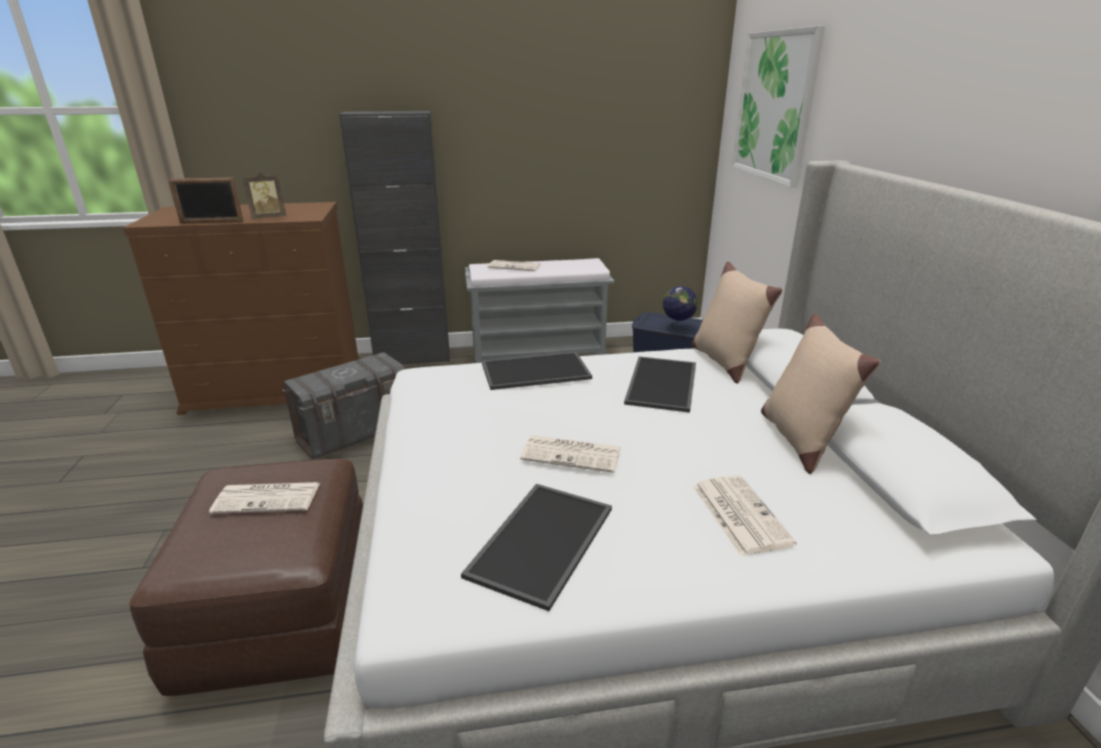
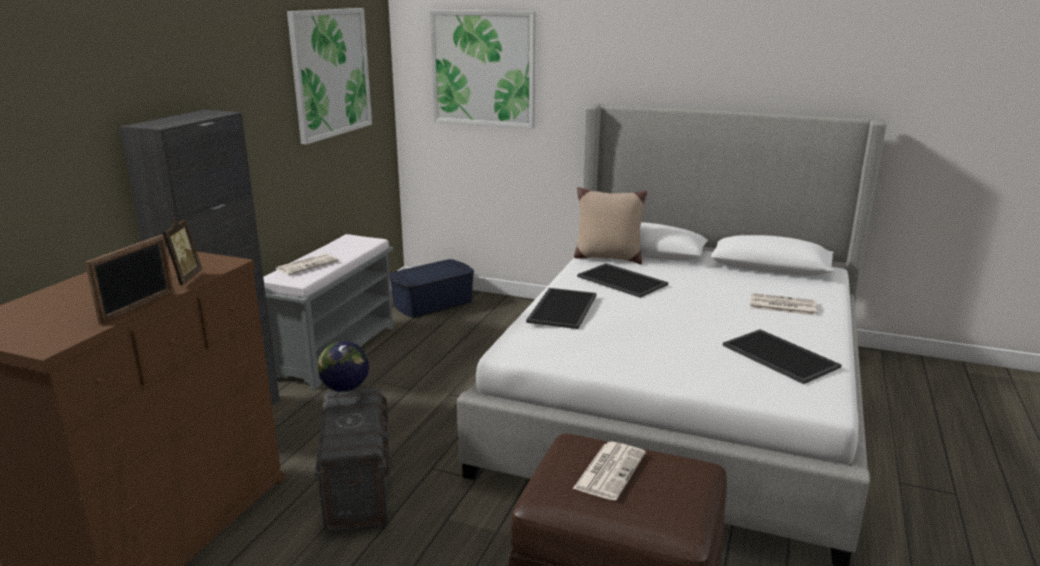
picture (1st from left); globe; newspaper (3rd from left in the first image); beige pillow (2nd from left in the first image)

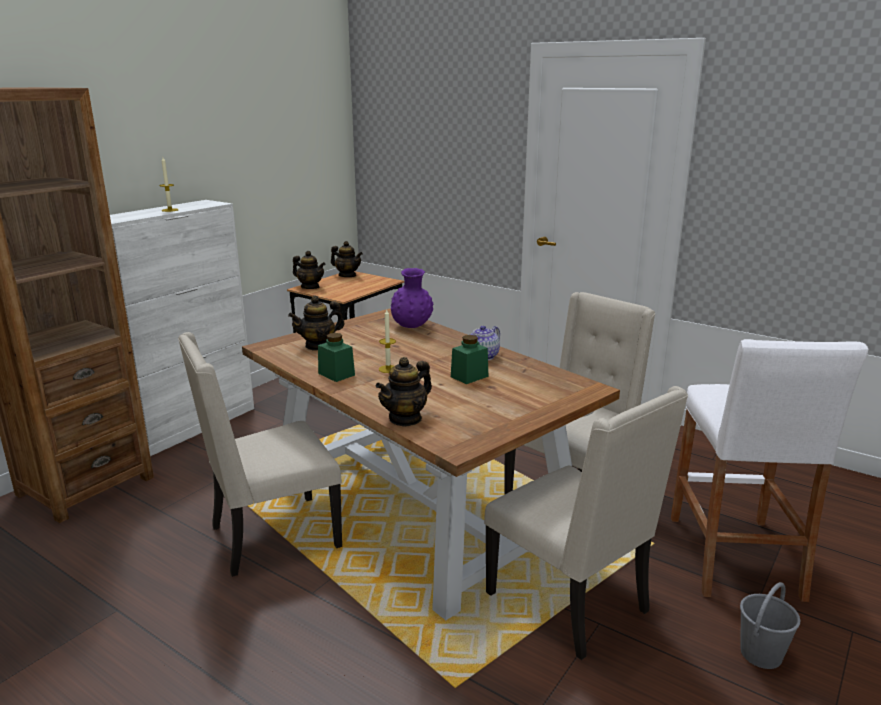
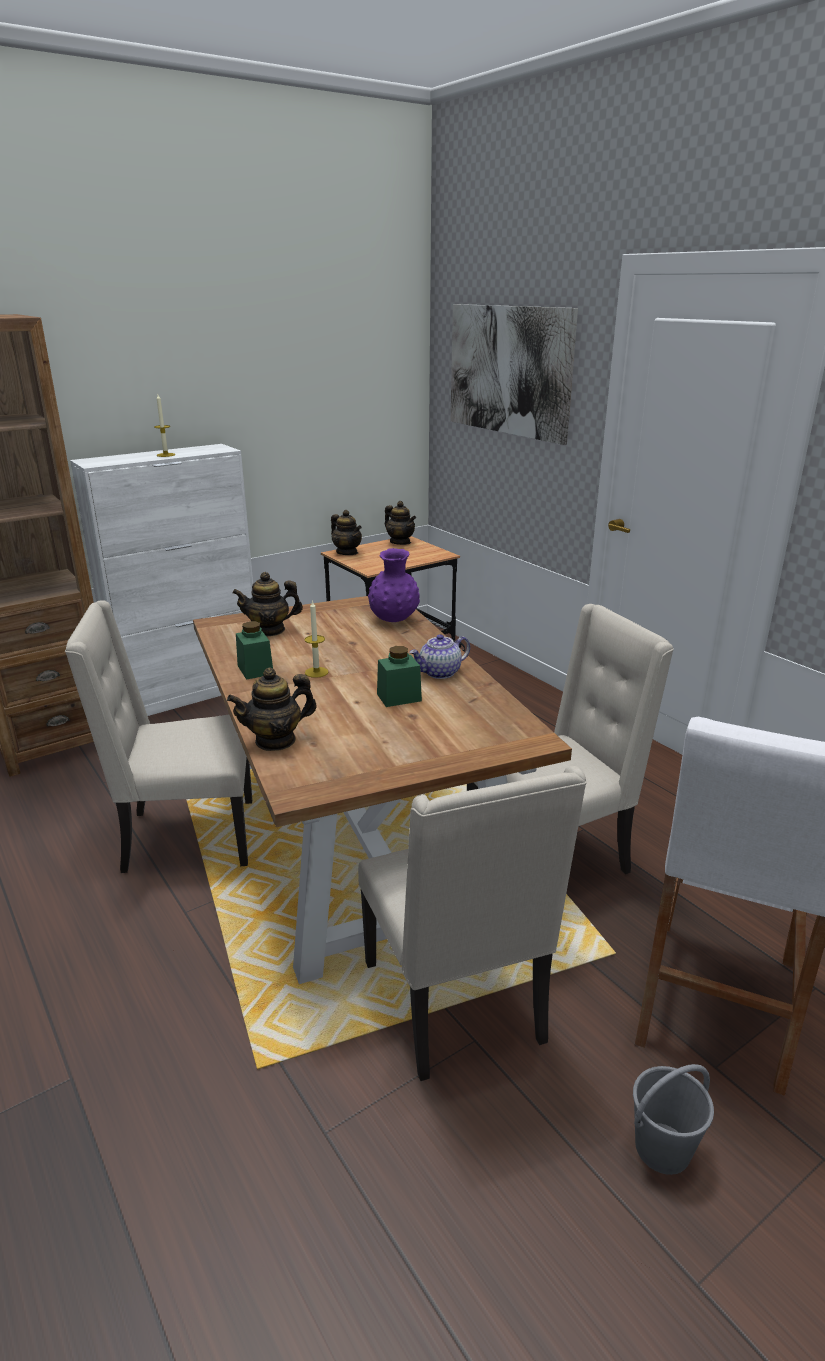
picture

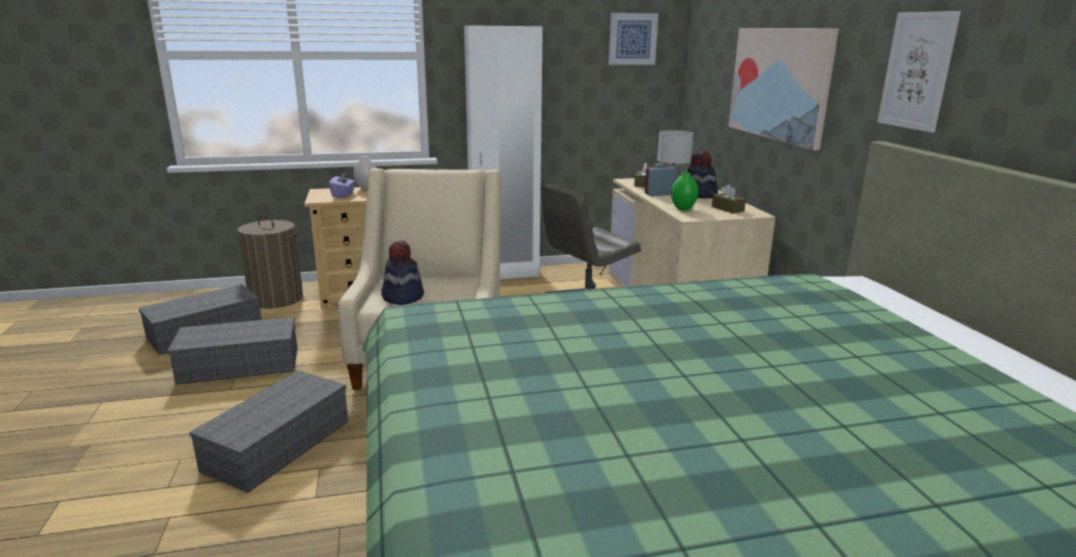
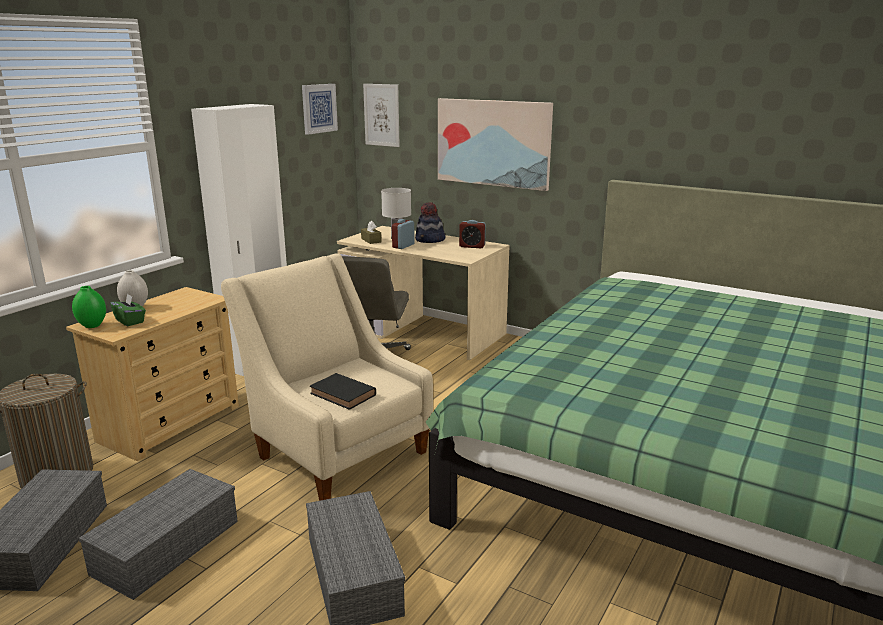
green vase; green tissue box; black book; picture (2nd from left); alarm clock (2nd from left)

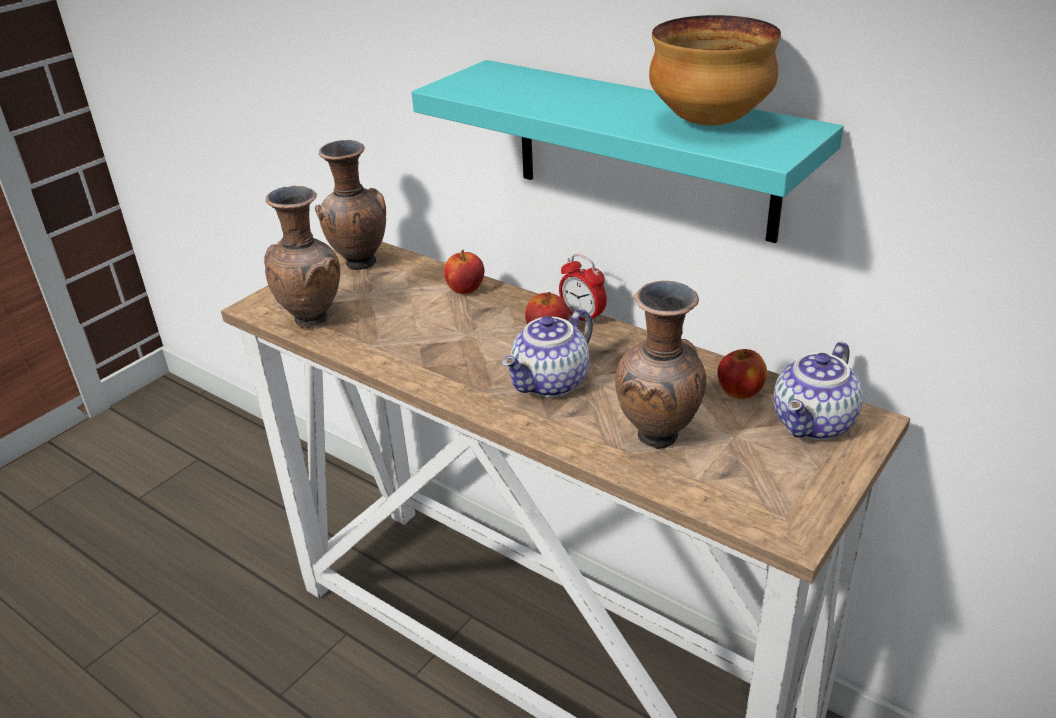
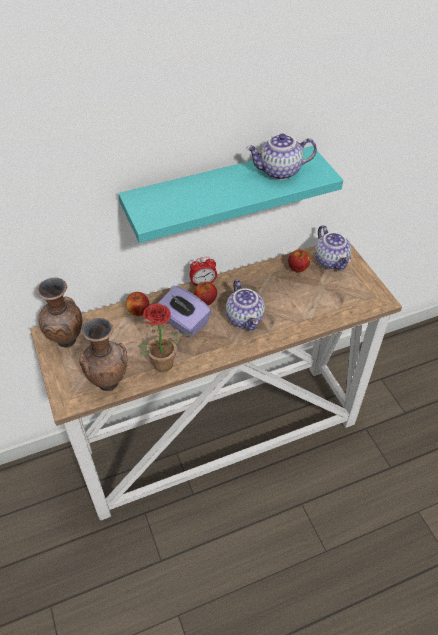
potted plant; purple tissue box; teapot (2nd from left); brown vase (3rd from left in the first image)

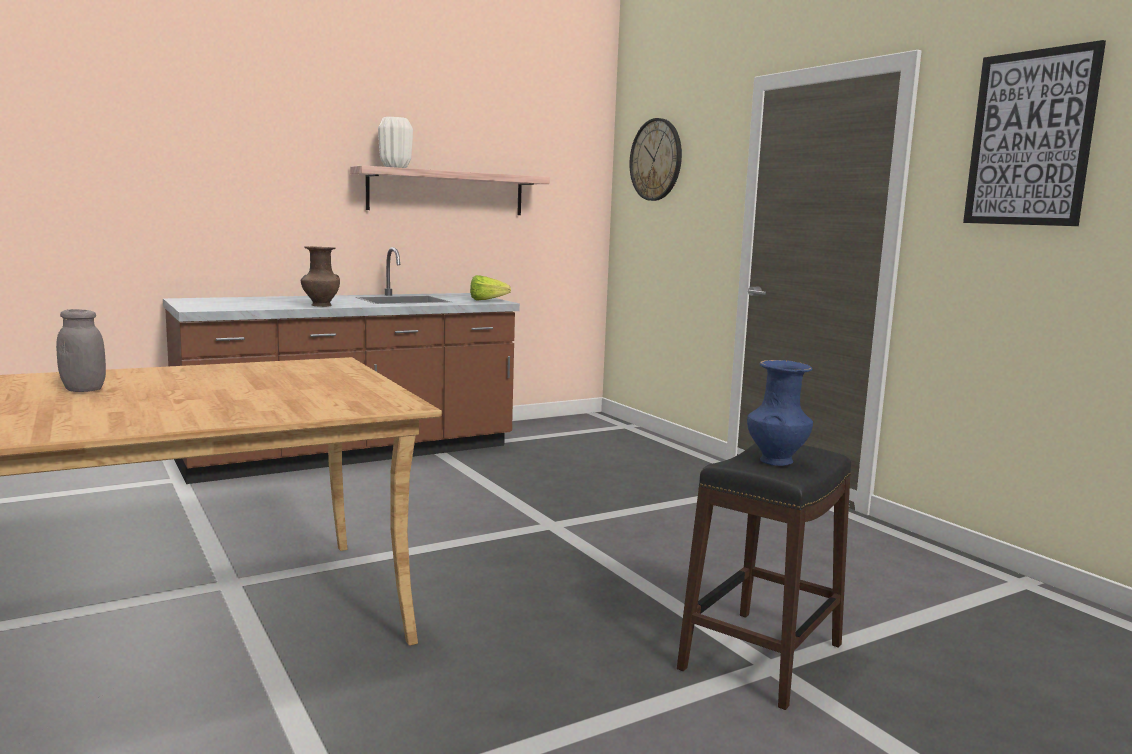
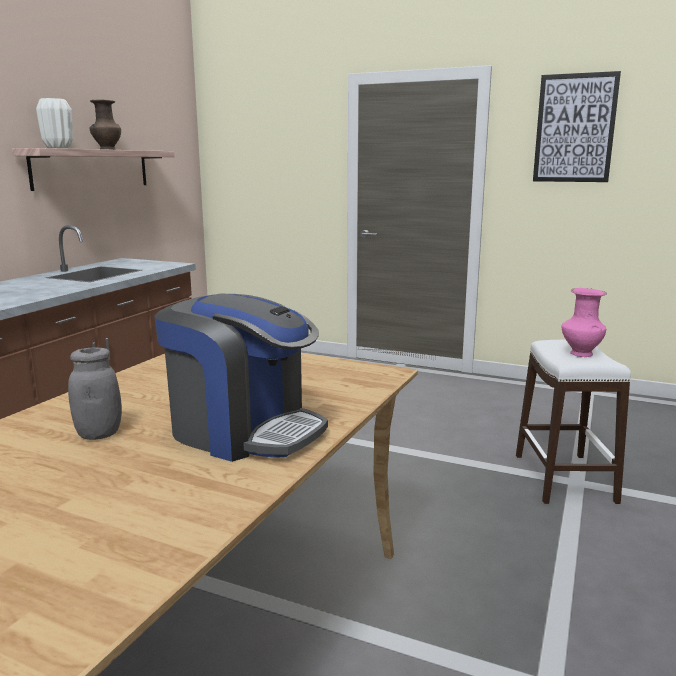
brown vase; coffee machine; white stool; pink vase; lettuce; wall clock

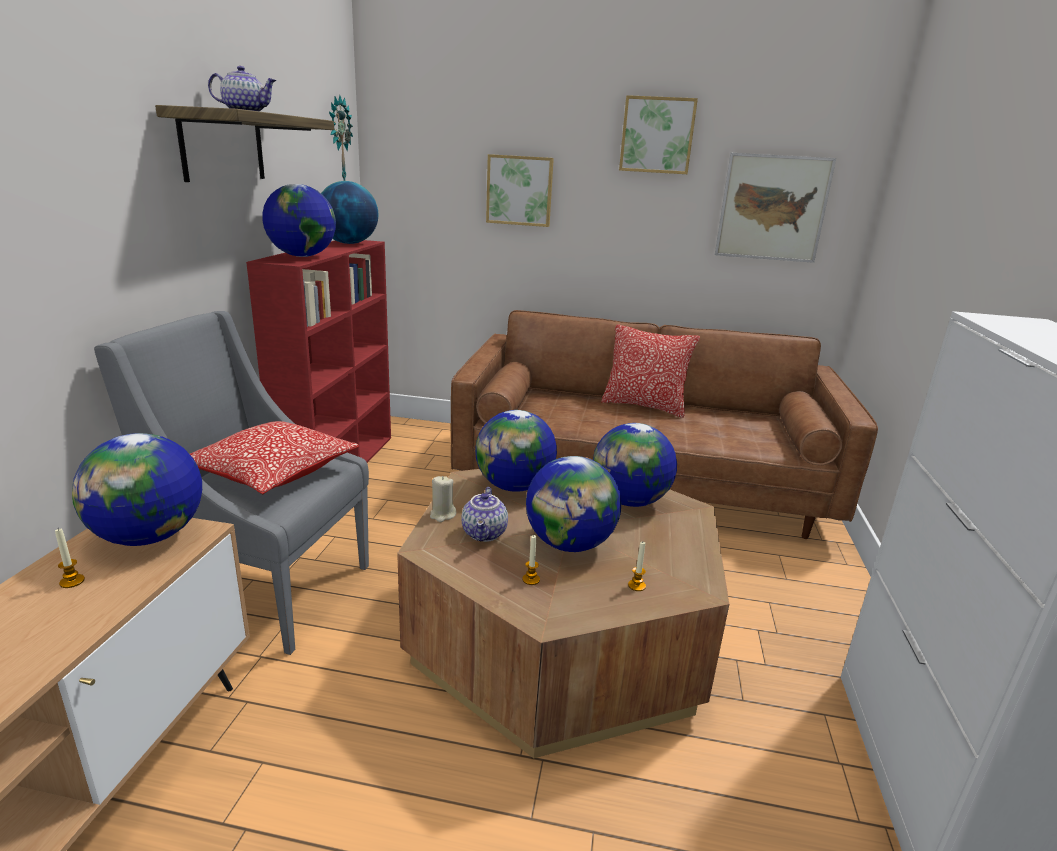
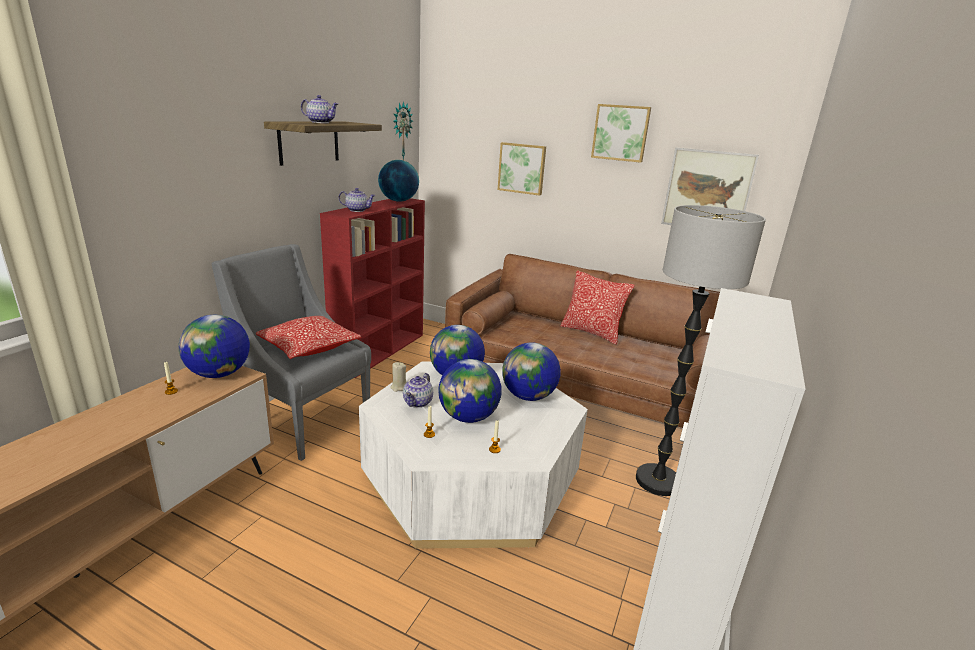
teapot (2nd from left); white coffee table; floor lamp

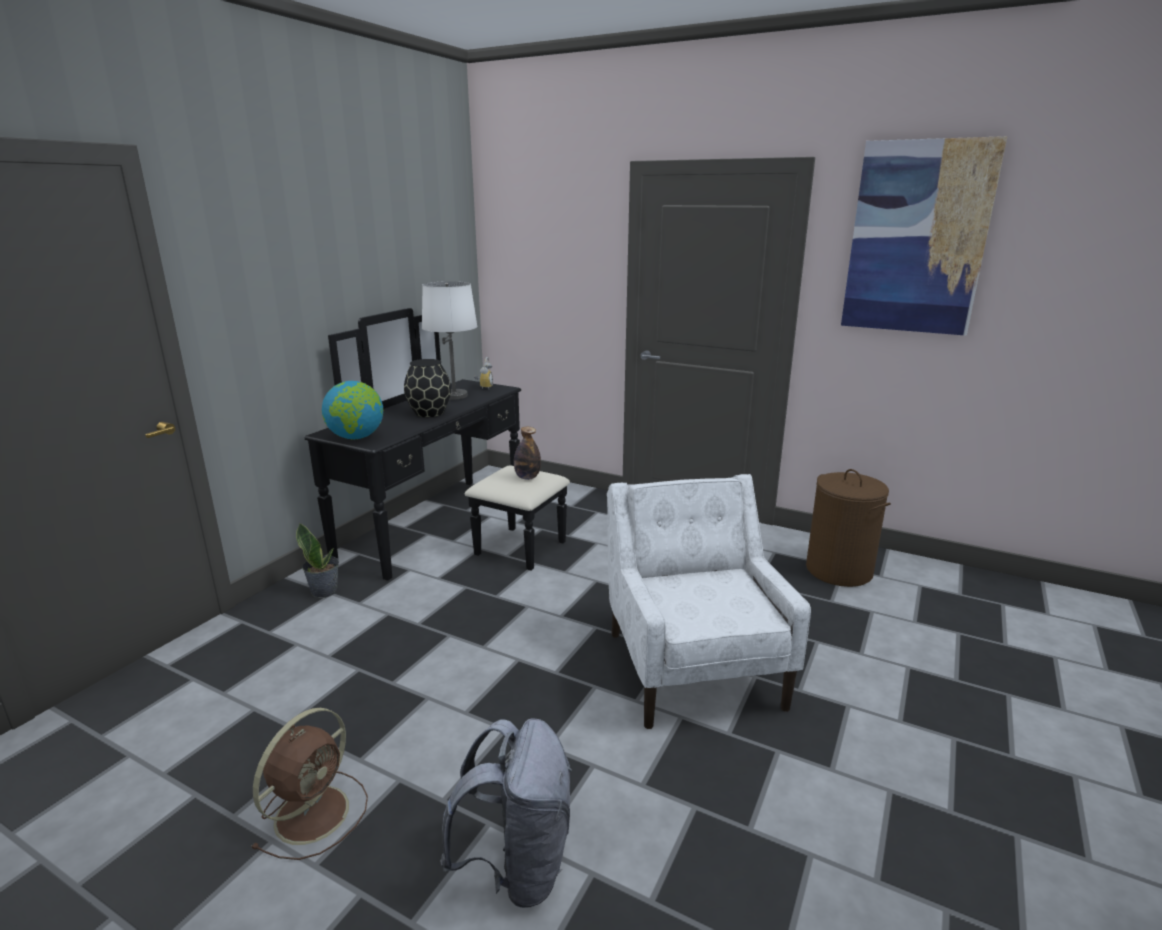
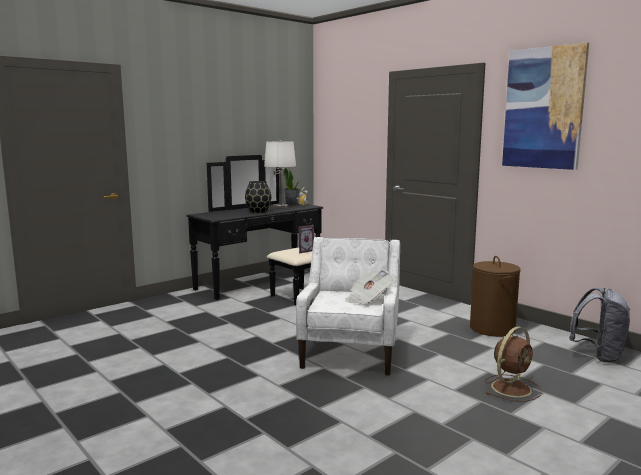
potted plant; picture frame; newspaper; brown fan; grey backpack; globe

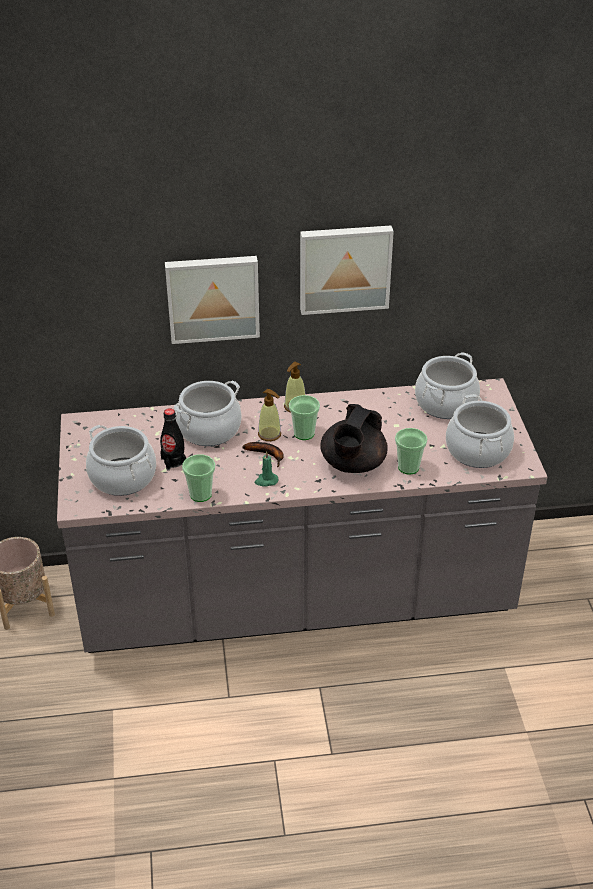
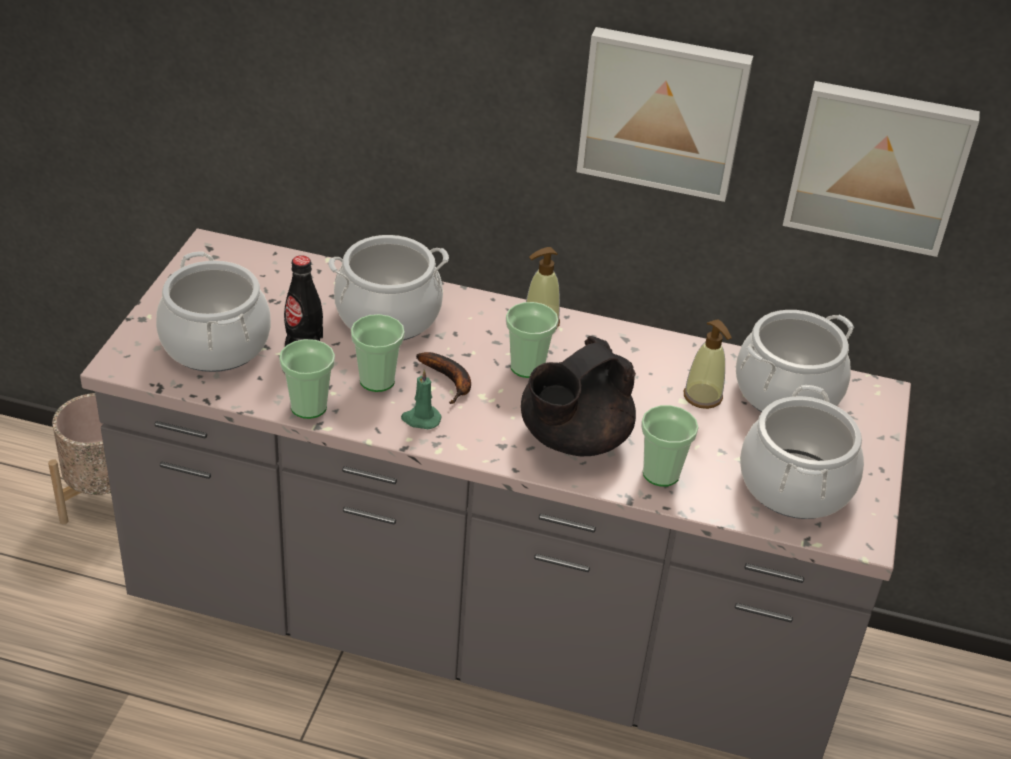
cup (2nd from left); soap dispenser (2nd from left); picture (2nd from left)

